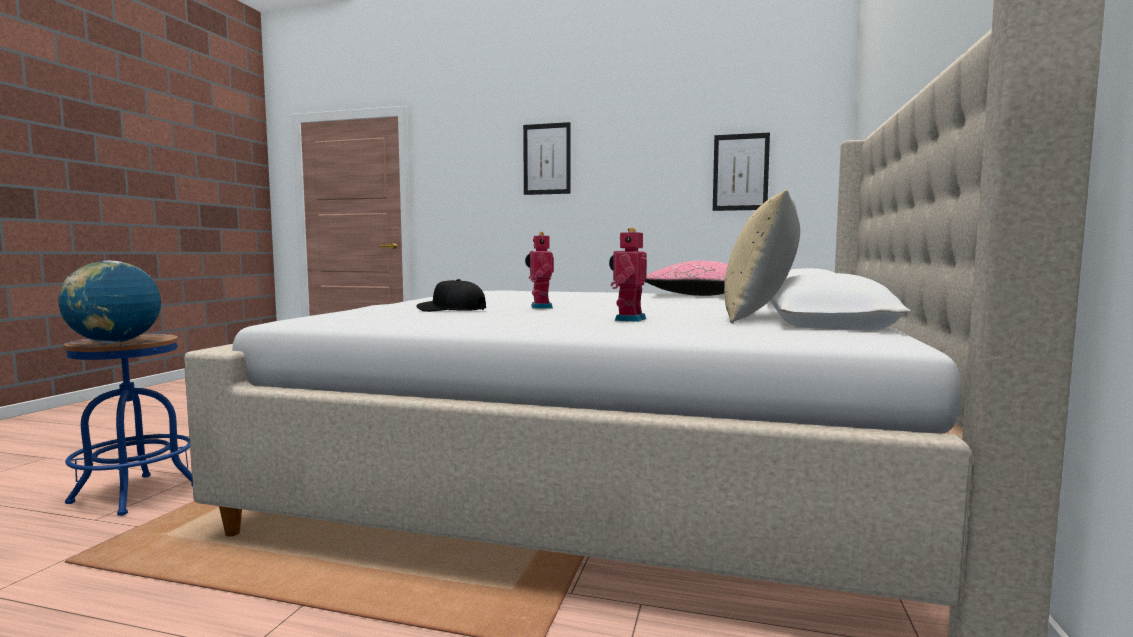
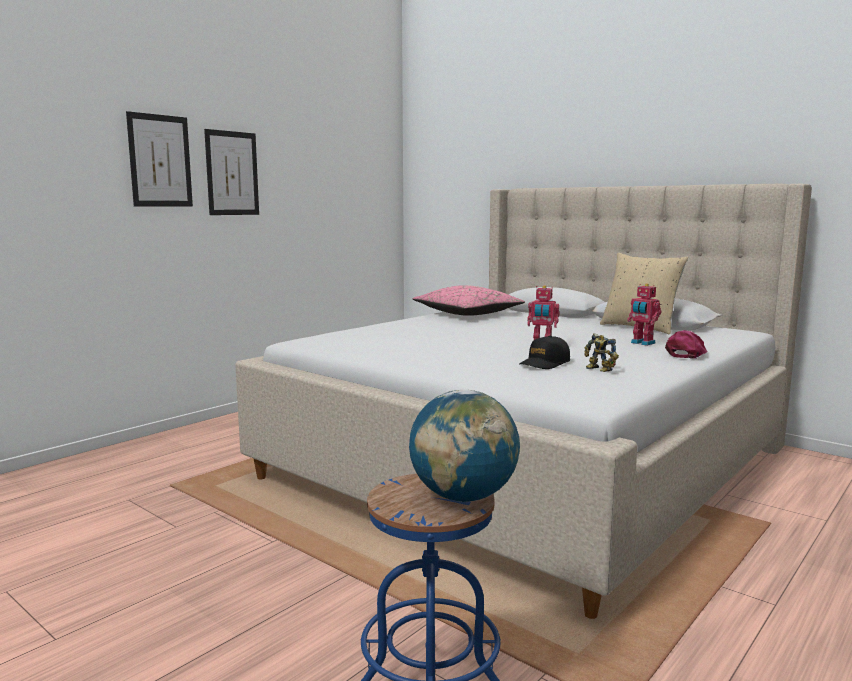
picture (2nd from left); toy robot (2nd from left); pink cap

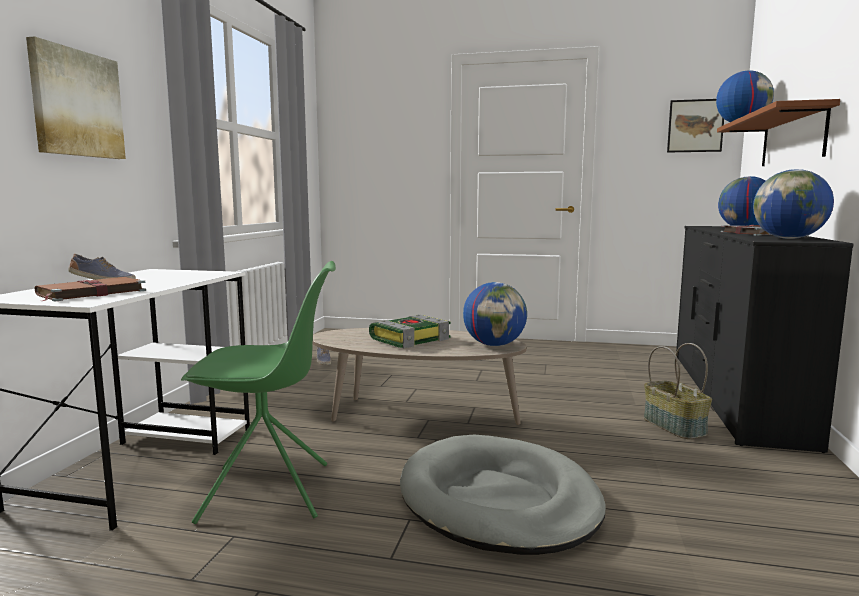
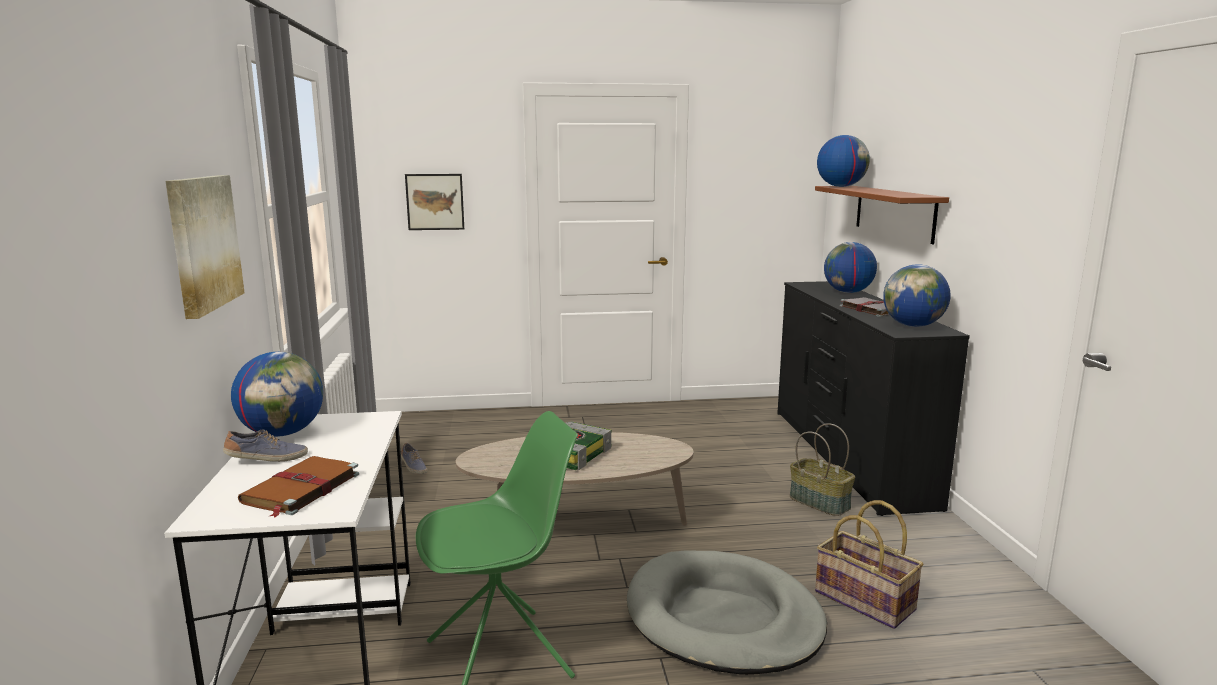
globe (1st from left); picture (2nd from left); basket (2nd from left)

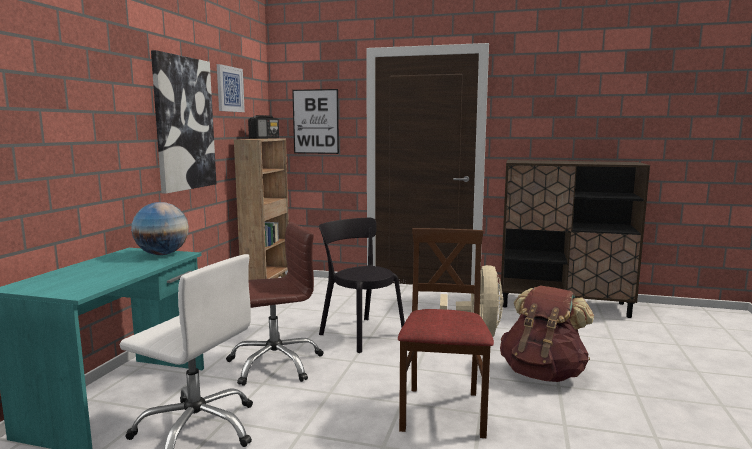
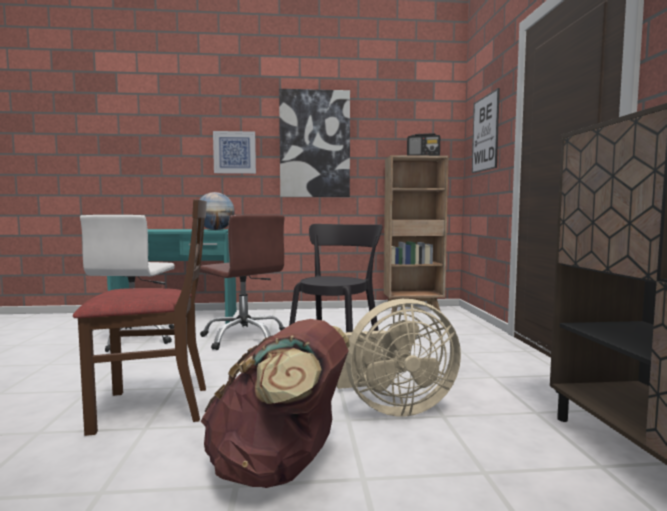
picture (1st from left)

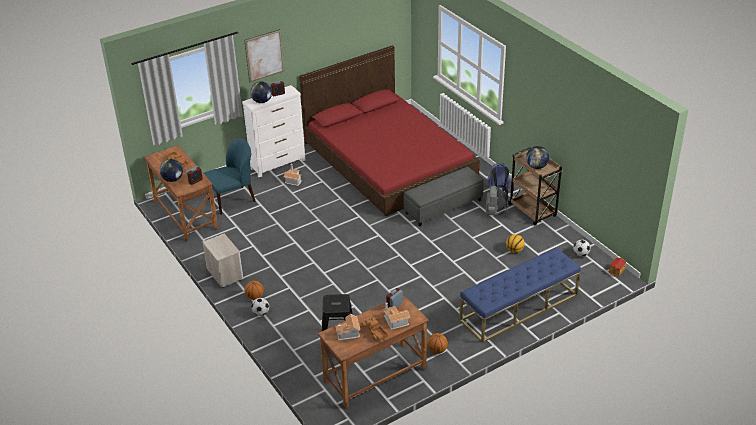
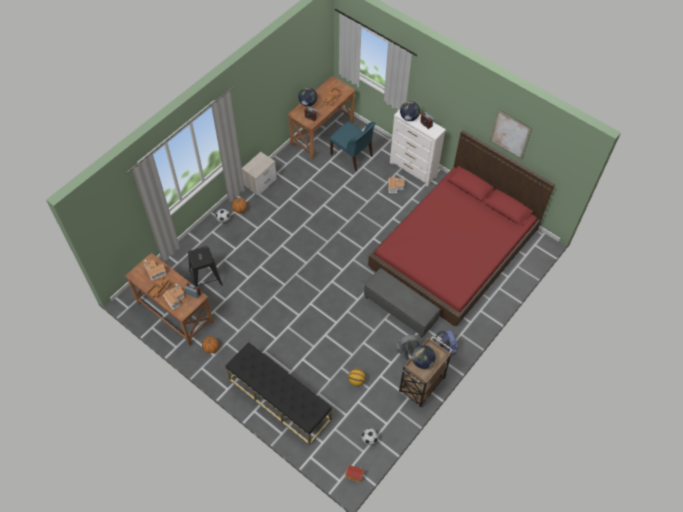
black bench; picture

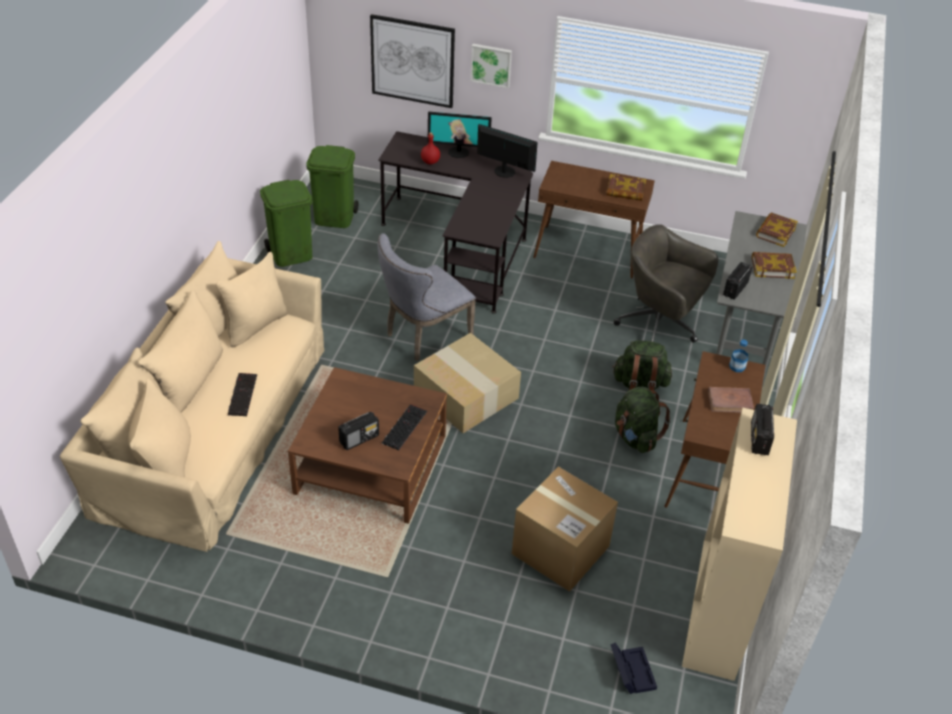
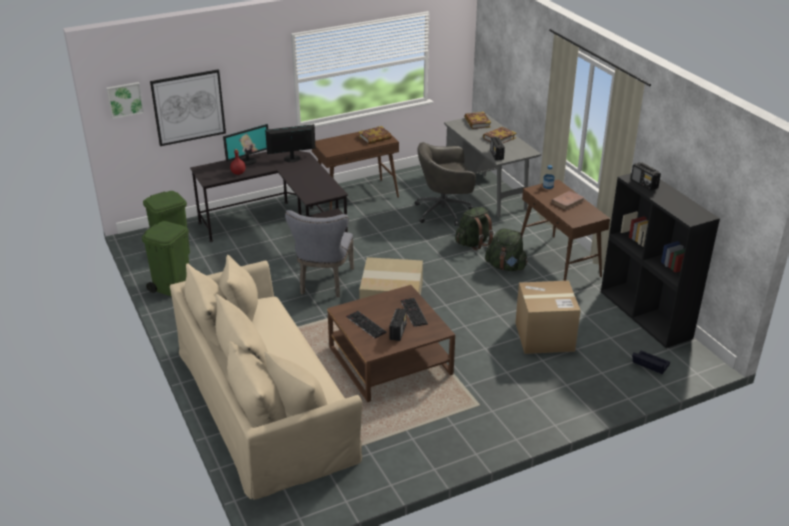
picture (1st from left); keyboard (1st from left); black bookcase

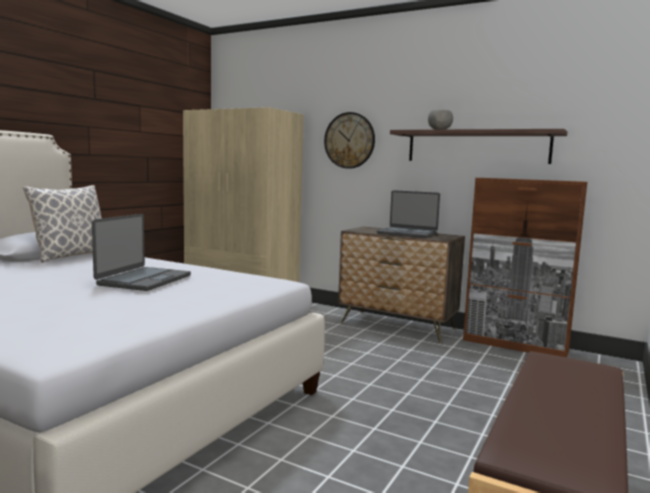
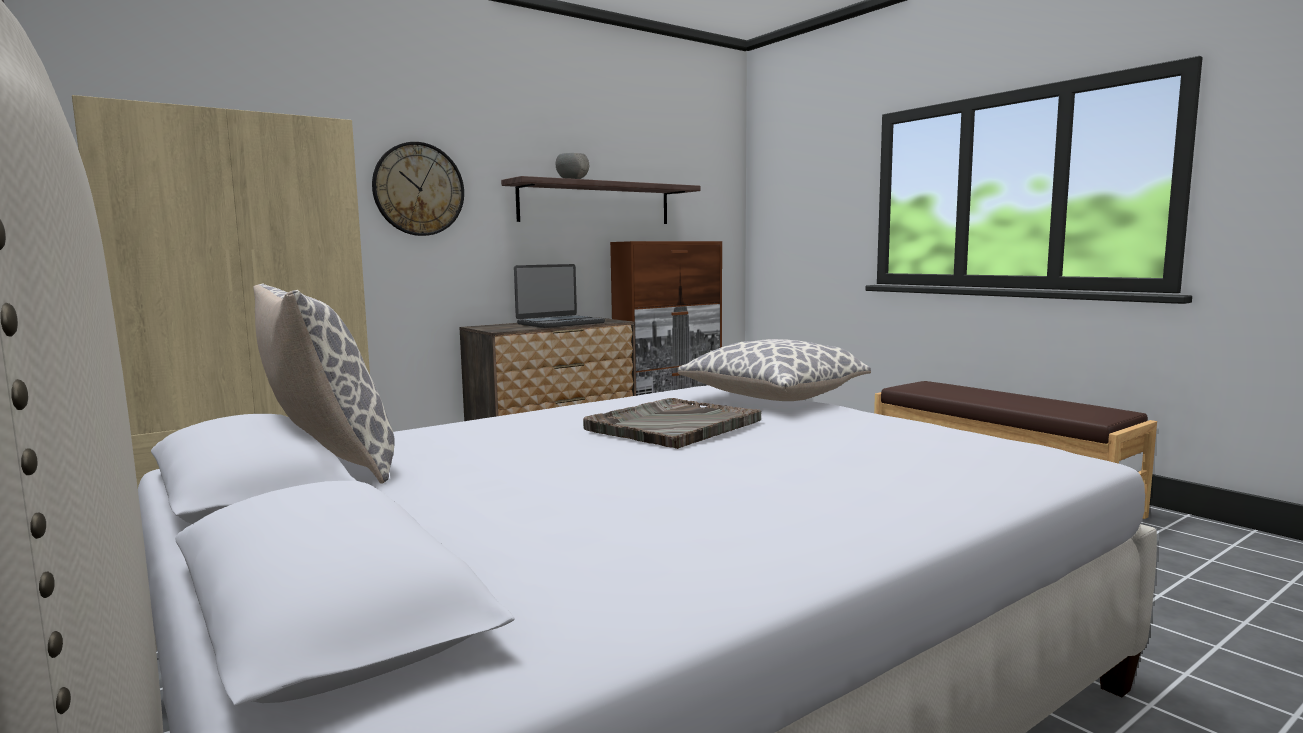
grey tray; pillow (2nd from left)

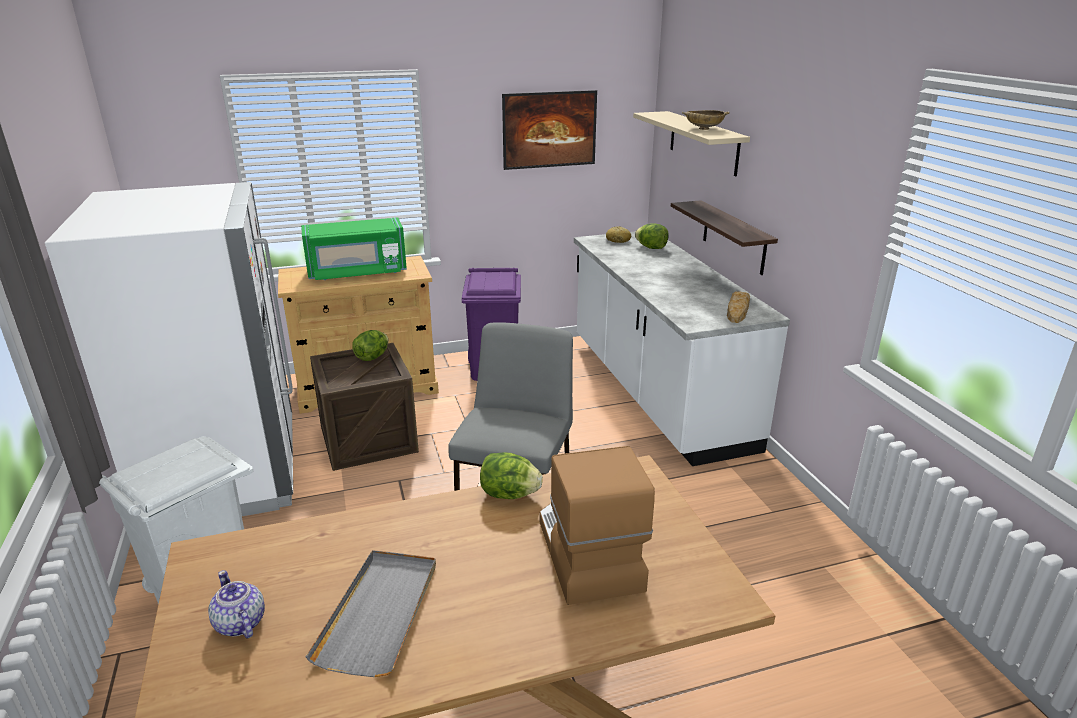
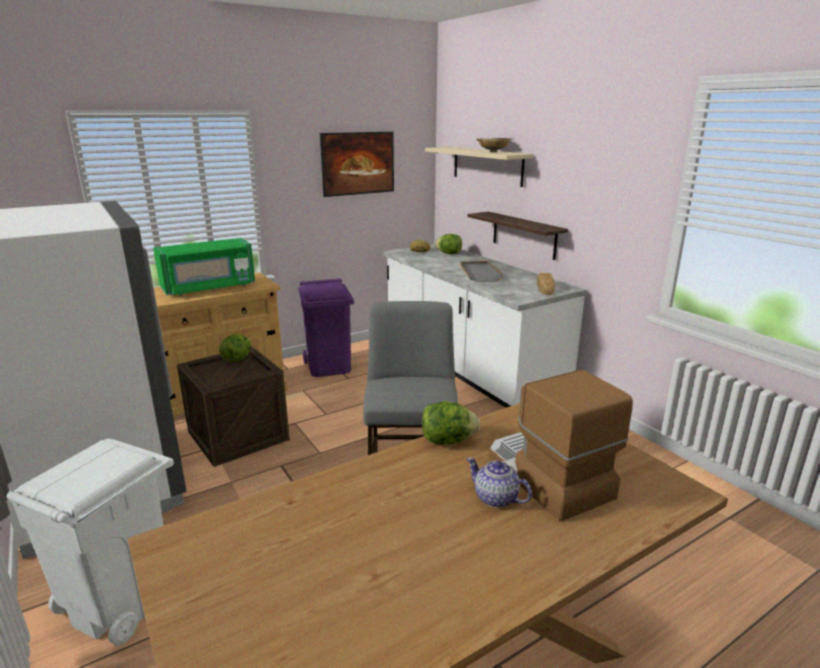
grey tray; teapot

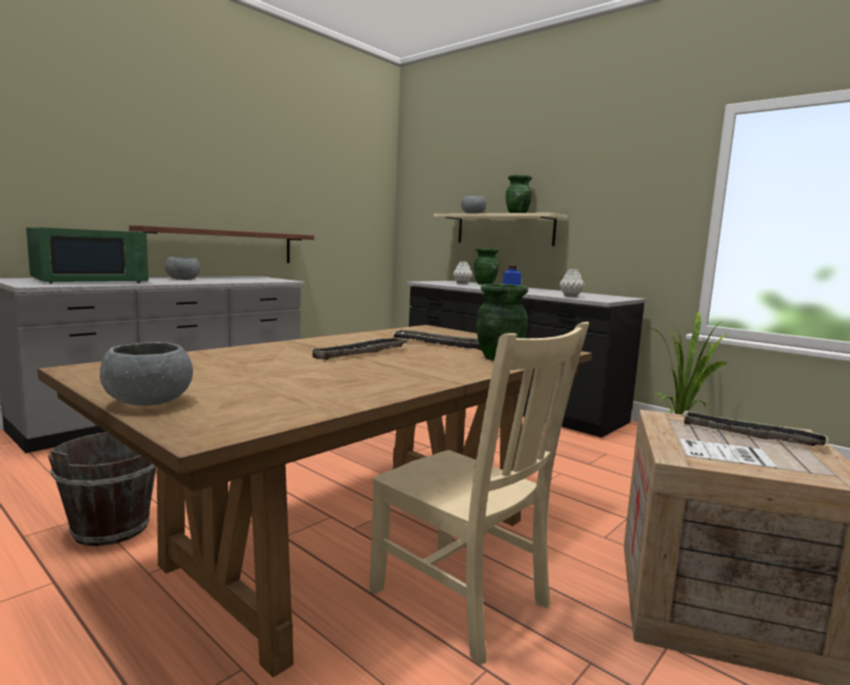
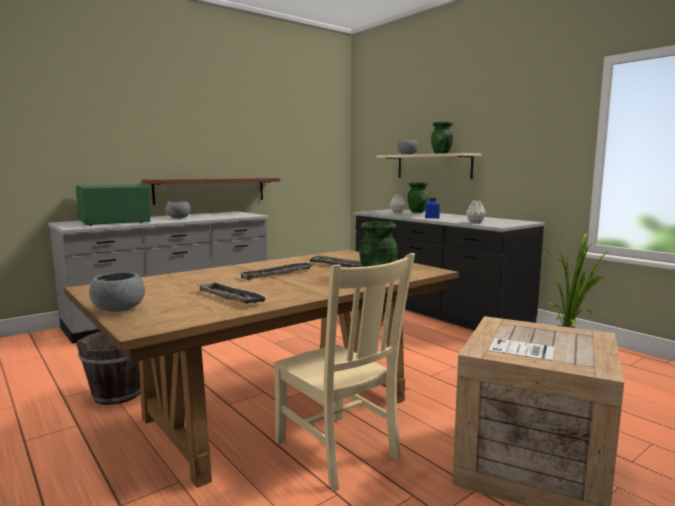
green microwave; tray (1st from left)

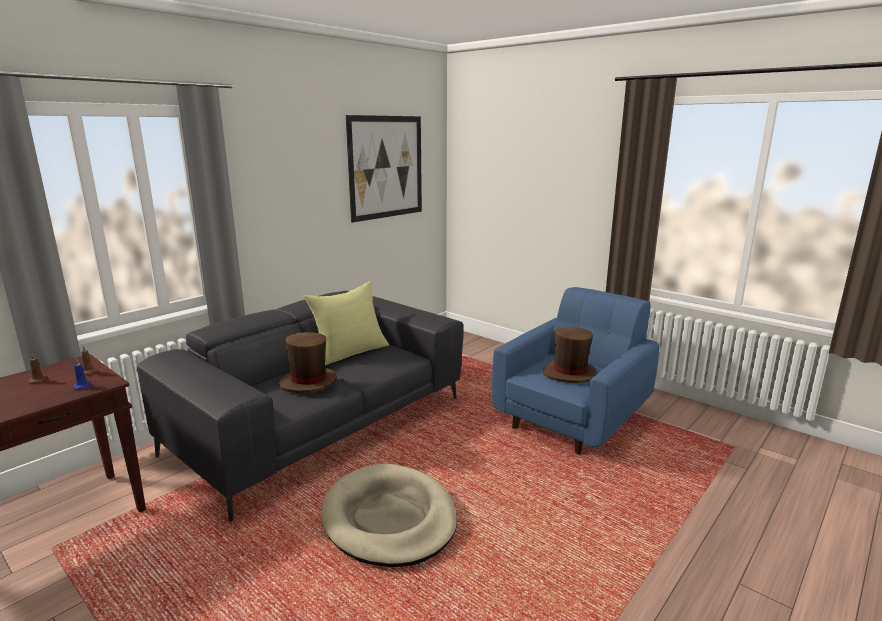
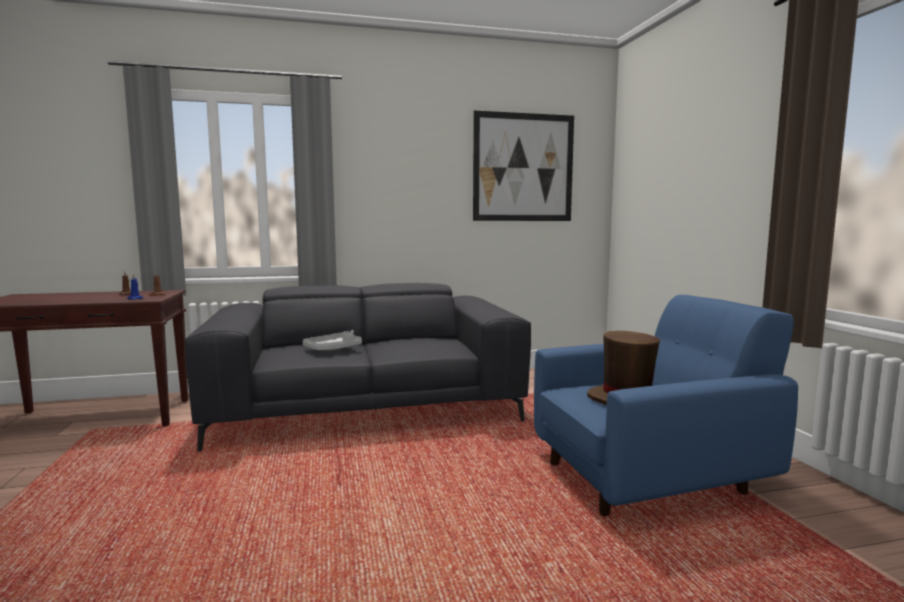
grey tray; yellow pillow; beige dog bed

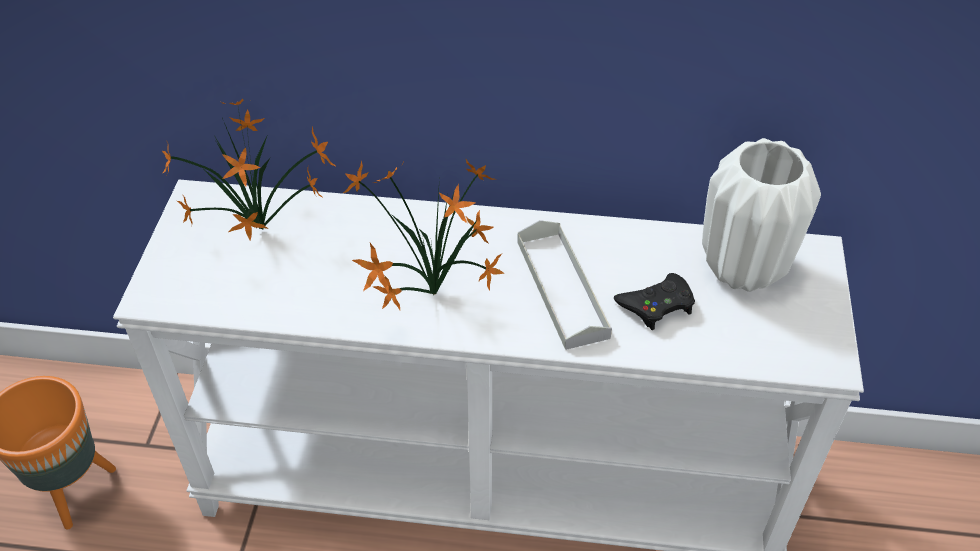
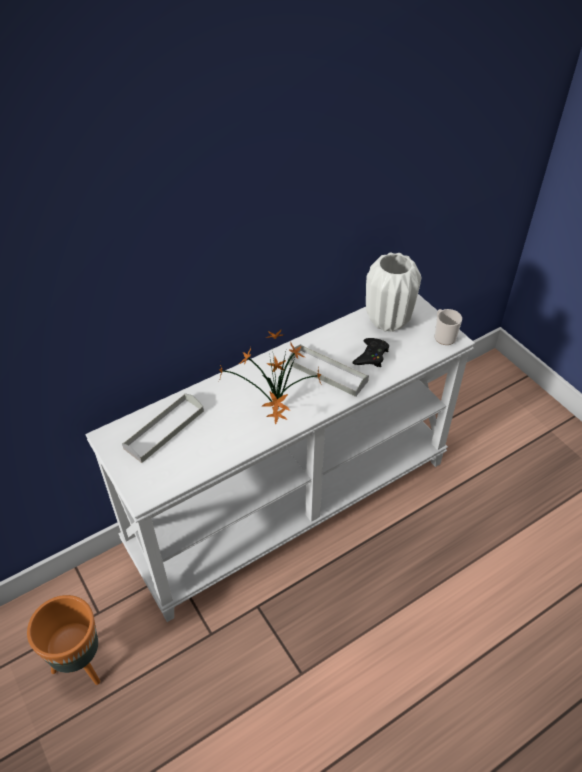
grey tray (1st from left); mug

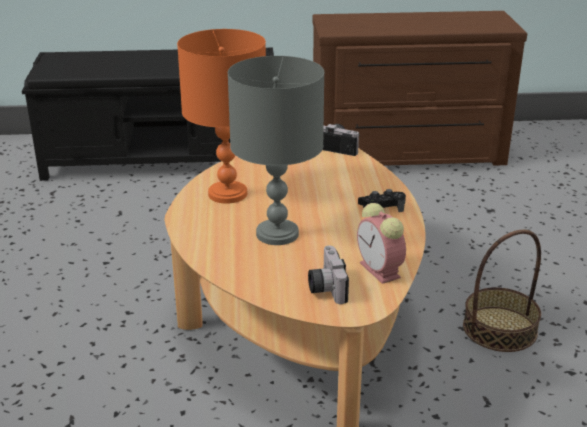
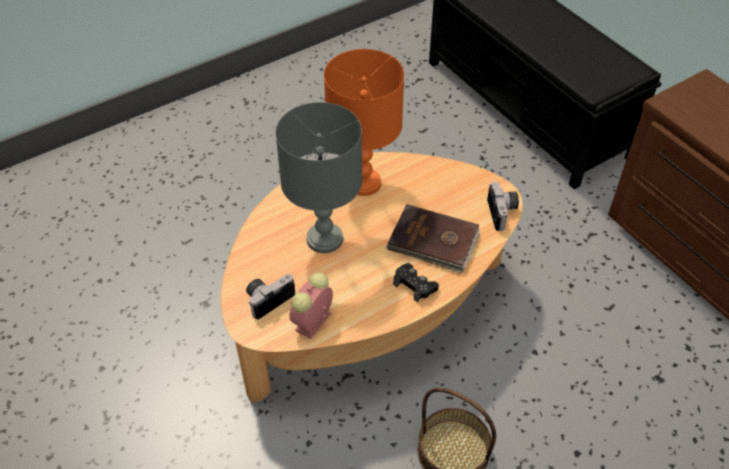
brown book

